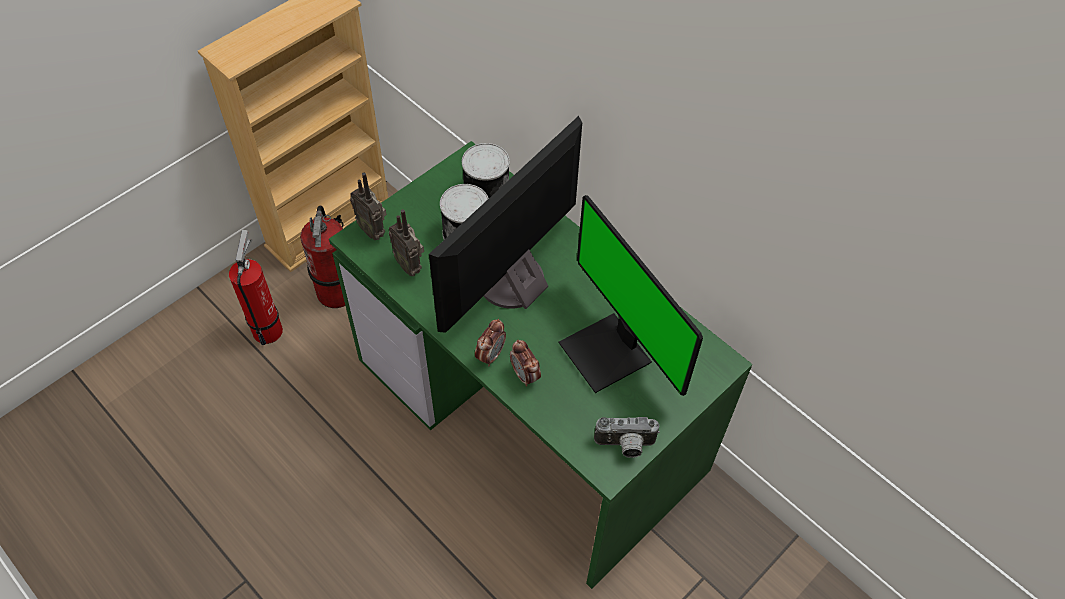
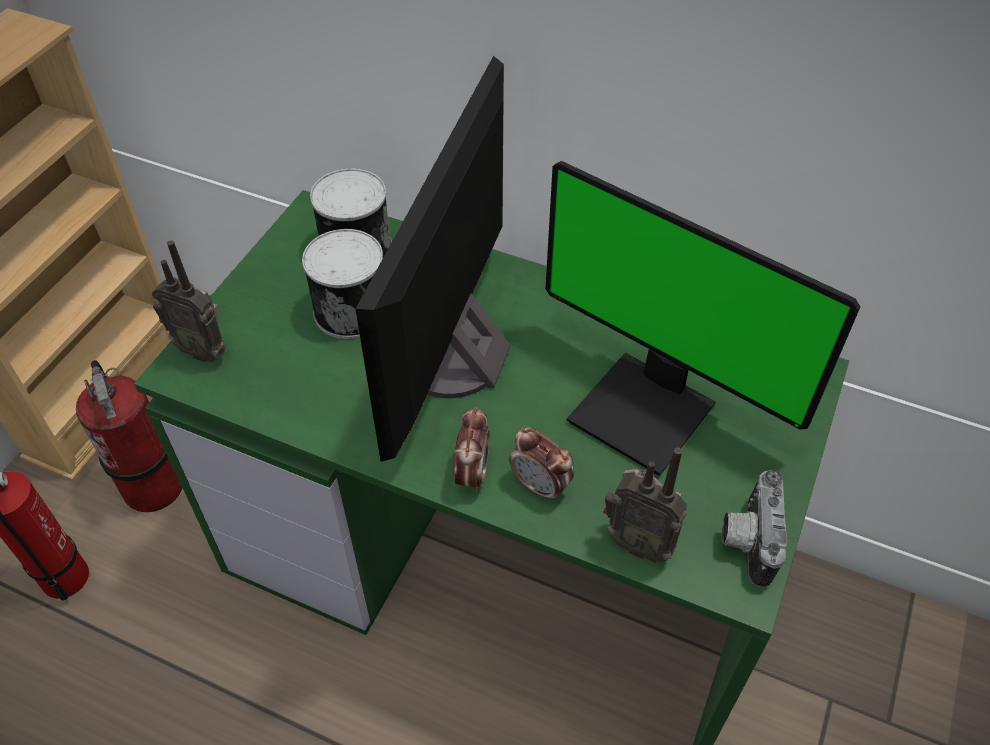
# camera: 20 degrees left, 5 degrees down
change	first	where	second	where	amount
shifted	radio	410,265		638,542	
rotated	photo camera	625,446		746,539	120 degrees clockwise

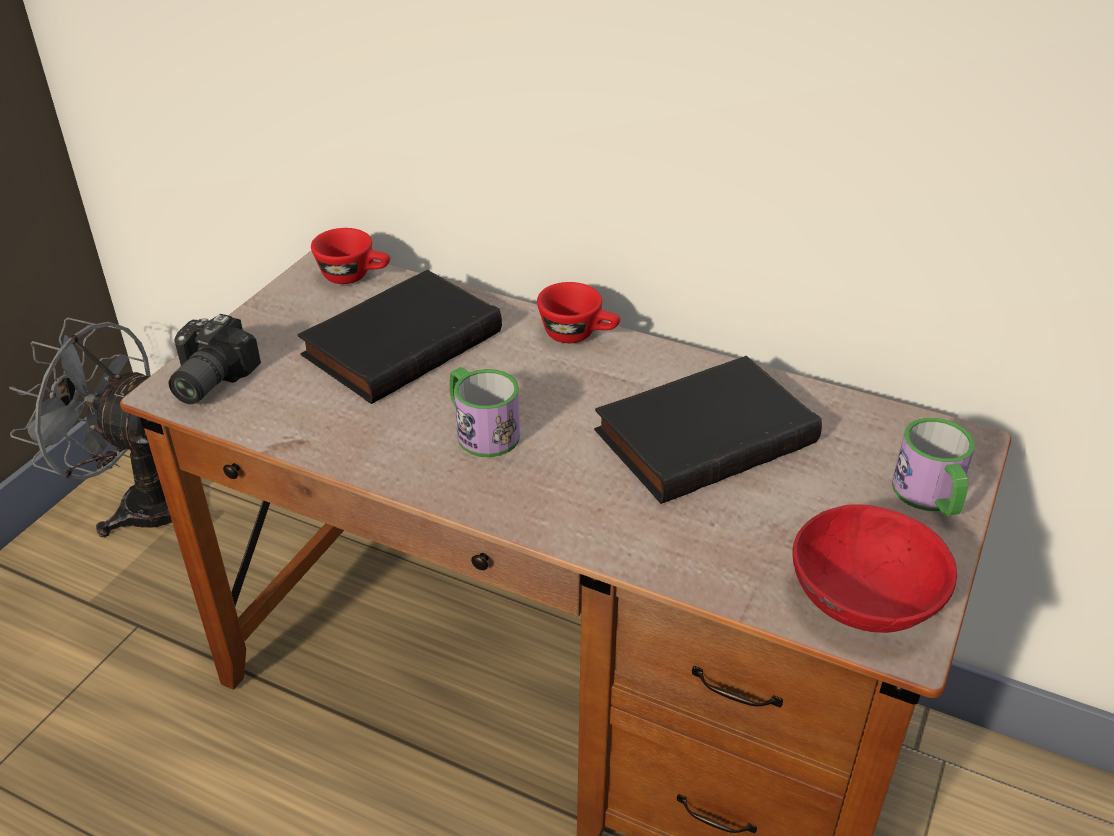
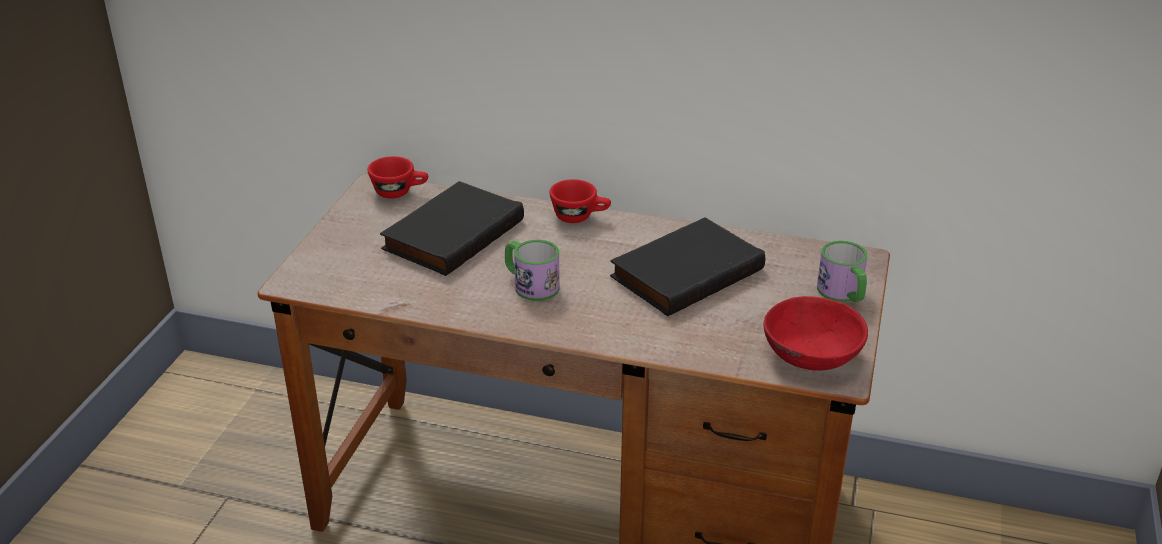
# camera: 10 degrees left, 5 degrees down
change	first	where	second	where	amount
gone	photo camera	206,380			
gone	fan in grey	141,504			

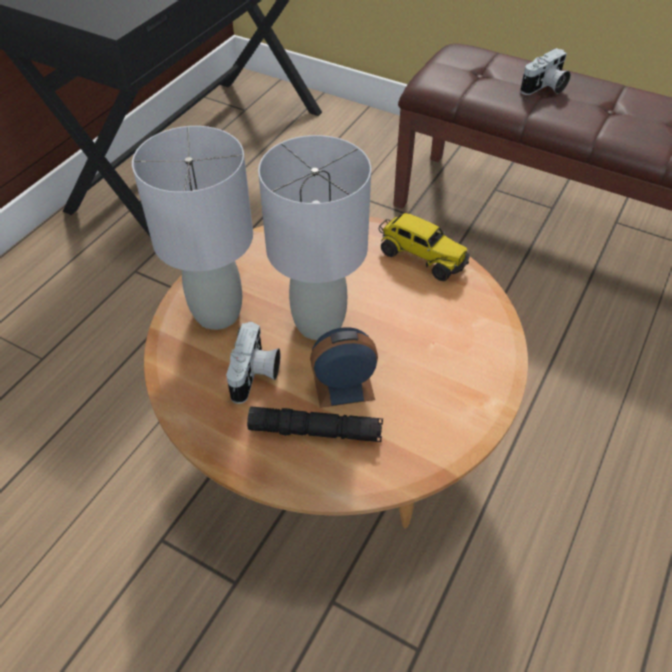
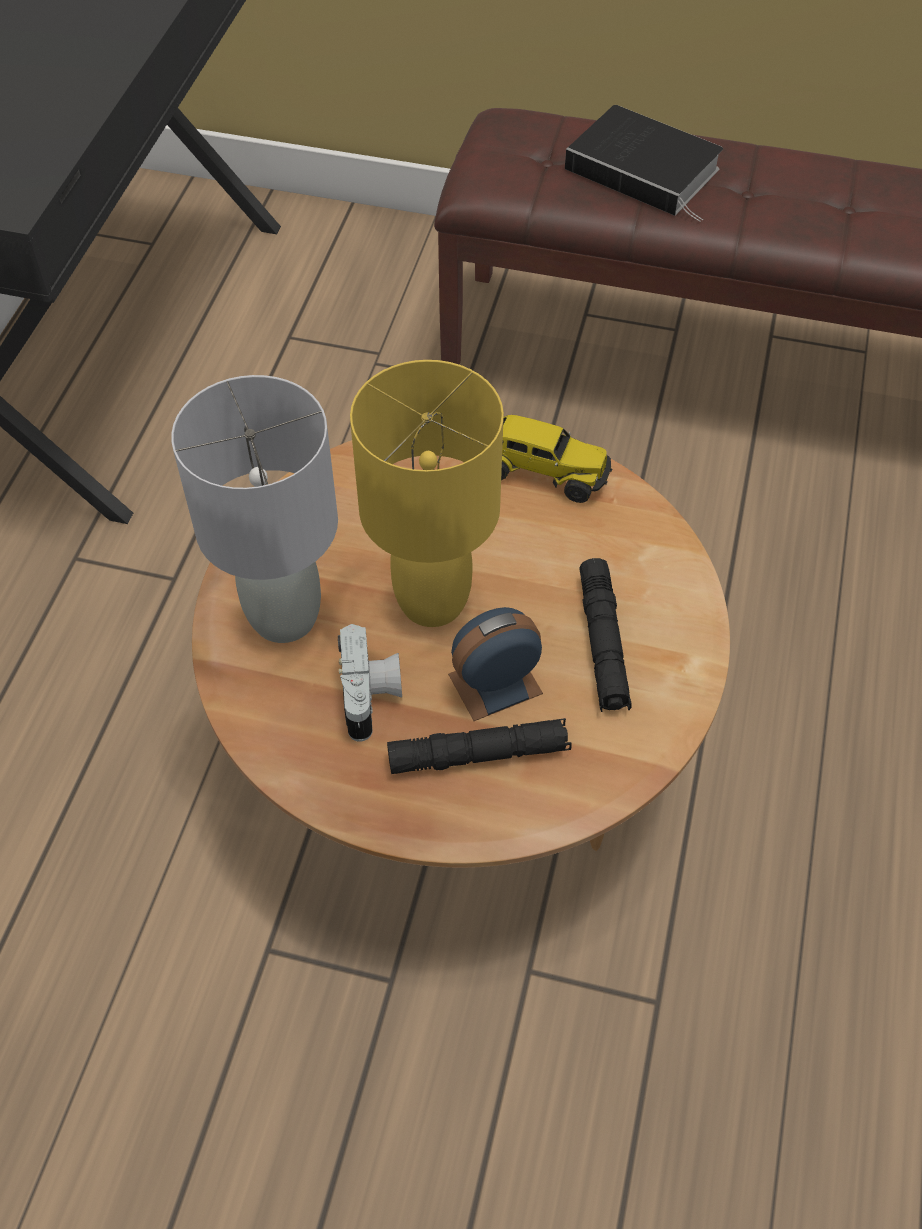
# camera: 15 degrees left, 5 degrees up
change	first	where	second	where	amount
swapped	photo camera	545,88	book	647,170	
repainted	table lamp in grey	318,324	table lamp in yellow	432,603	
new			flashlight in black	602,643	

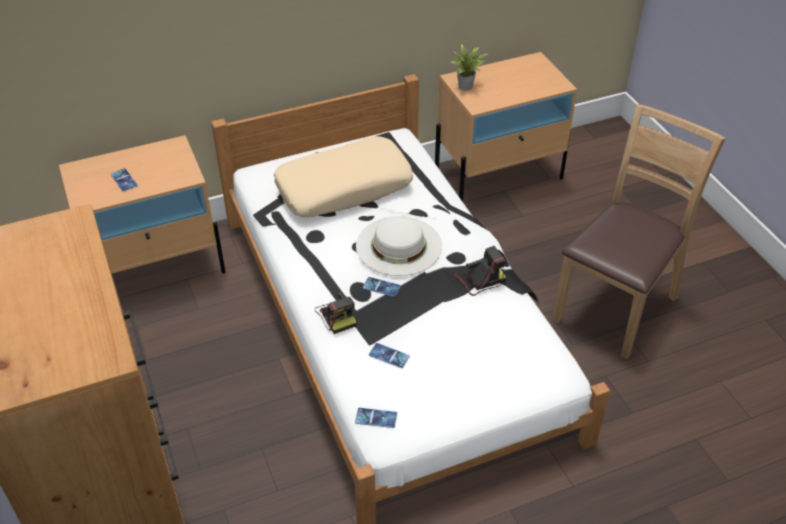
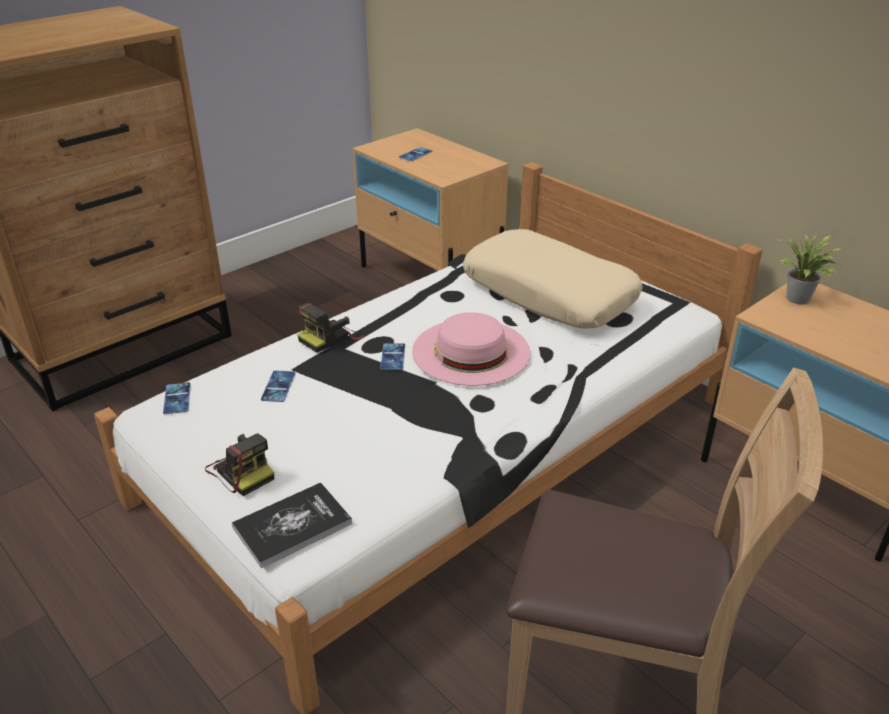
# camera: 70 degrees right, 10 degrees down
change	first	where	second	where	amount
repainted	hat in white	399,245	hat in pink	471,351	
shifted	photo camera	480,280		241,471	
new			book	292,525	

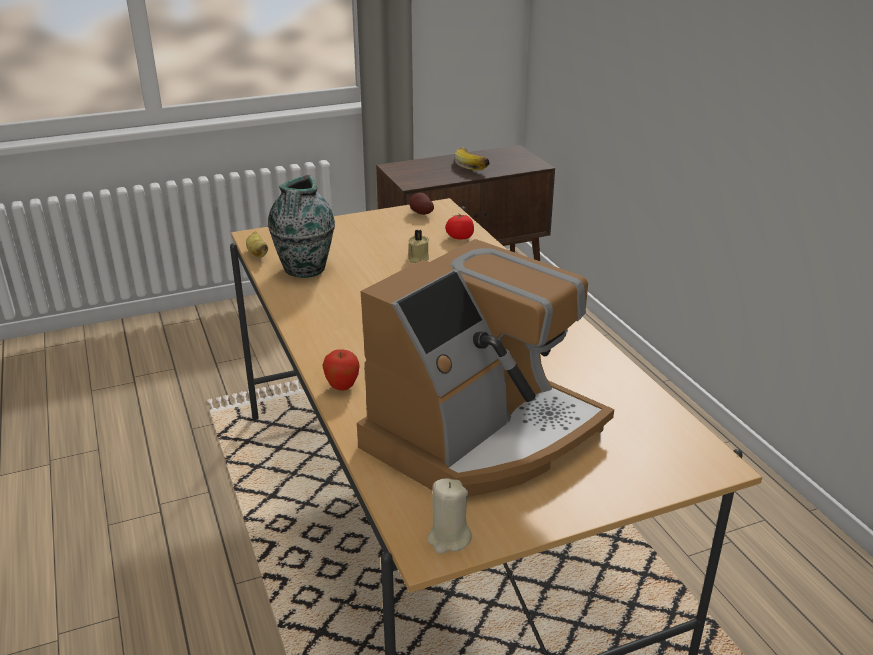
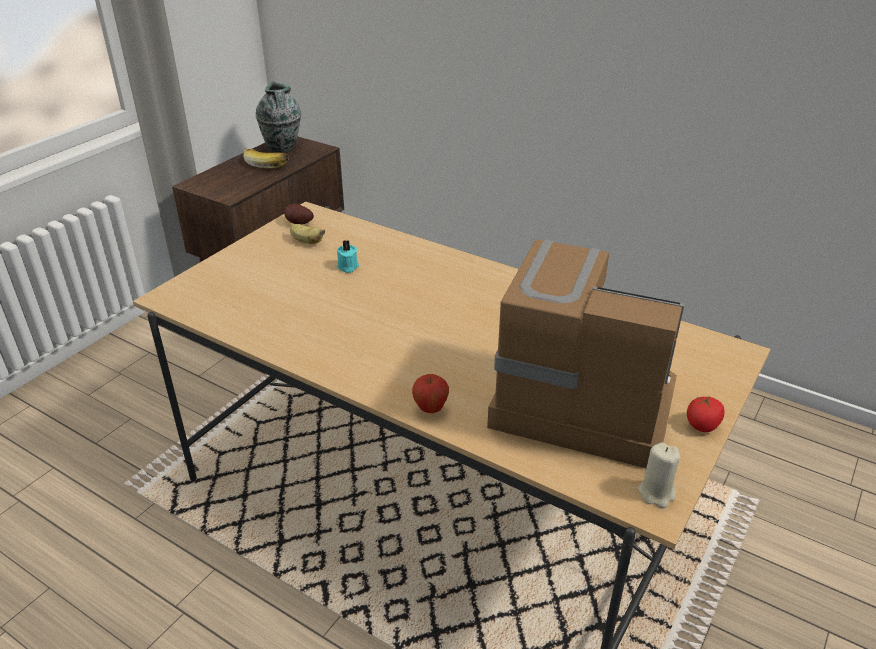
# camera: 35 degrees left, 5 degrees up
change	first	where	second	where	amount
shifted	vase	304,270		282,148	
shifted	tomato	460,237		702,425	
repainted	candle in beige	417,258	candle in turquoise	347,267	
shifted	banana	257,254		306,241	
rotated	coffee machine	482,435		581,400	75 degrees counterclockwise

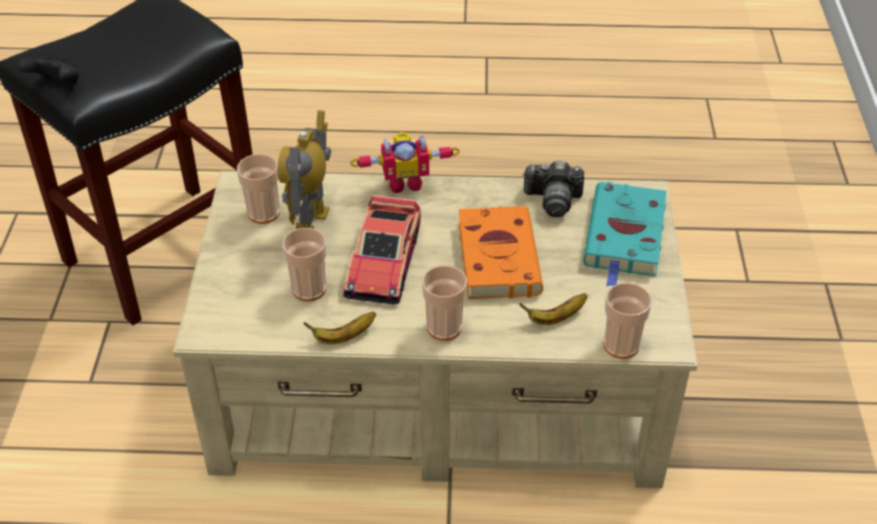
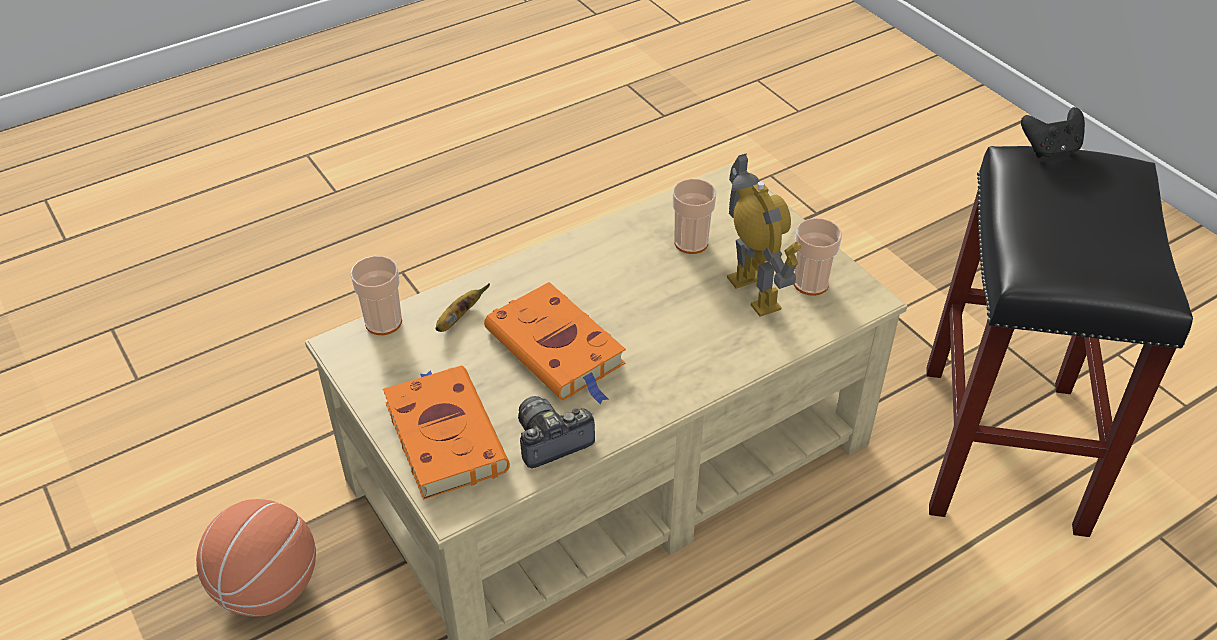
# camera: 145 degrees right, 0 degrees up
change	first	where	second	where	amount
gone	toy robot	405,182			
repainted	book in turquoise	625,237	book in orange	443,434	
gone	toy car	383,262			
gone	cup	444,327			
gone	banana	343,337			
new			basketball	267,588	

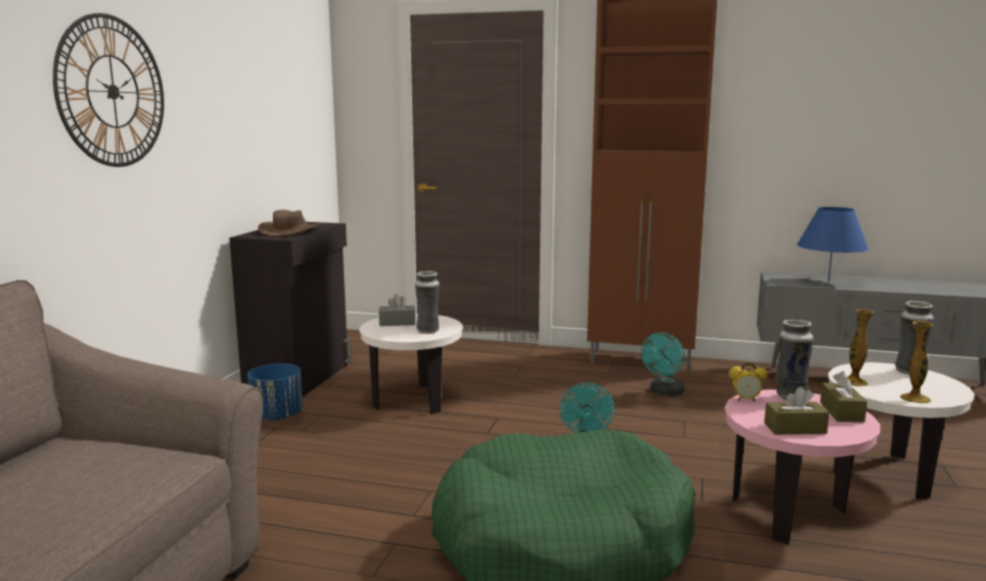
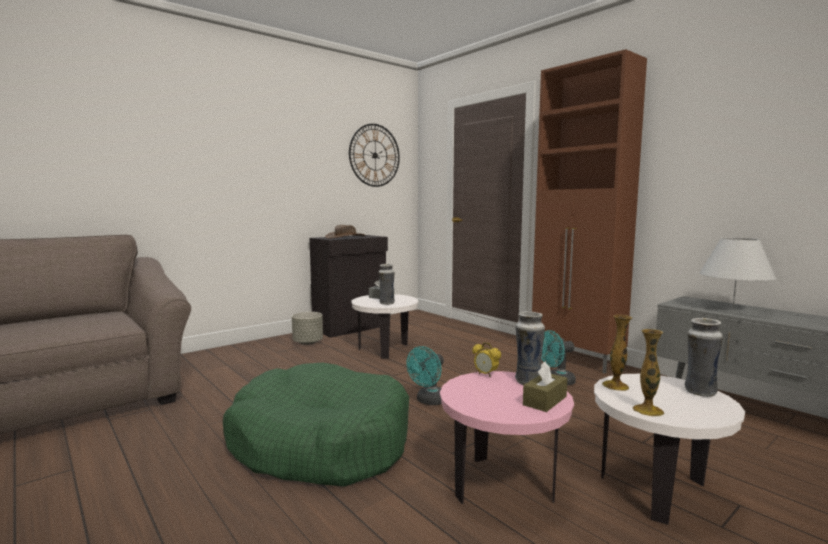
# camera: 35 degrees right, 5 degrees down
change	first	where	second	where	amount
shifted	wall clock	112,91		375,155	
repainted	table lamp in blue	828,281	table lamp in white	732,309	
repainted	planter in blue	277,417	planter in grey	308,342	
gone	tissue box in brown	795,428			

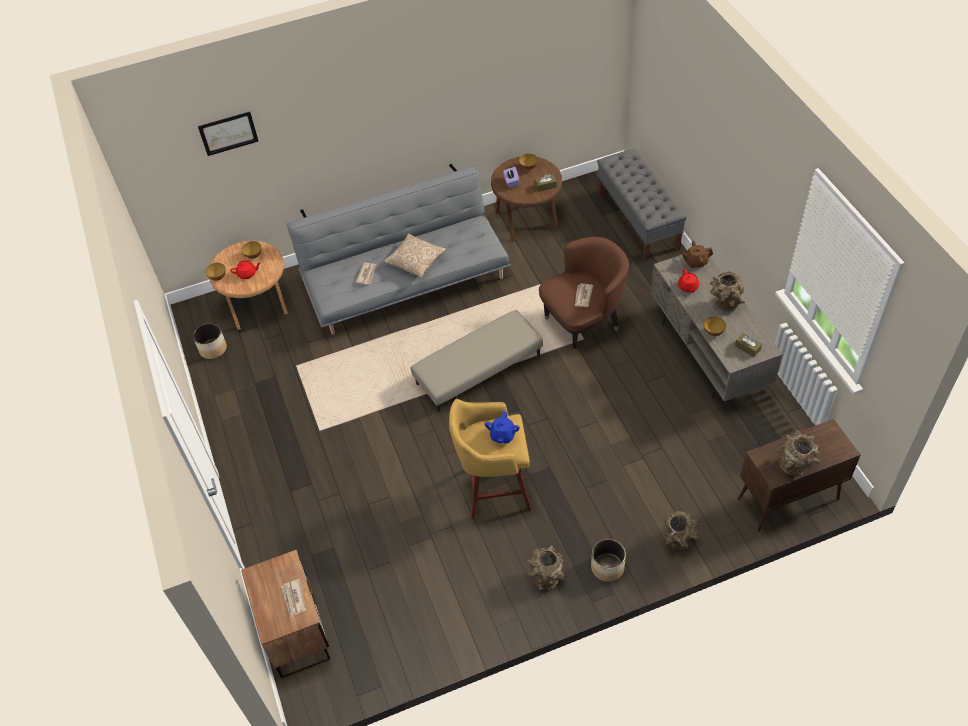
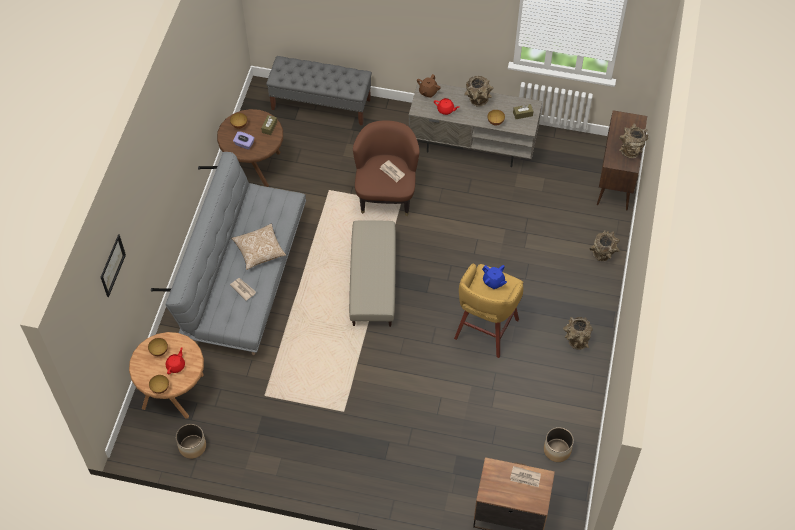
# camera: 60 degrees left, 5 degrees up
change	first	where	second	where	amount
shifted	planter	607,567		556,450	

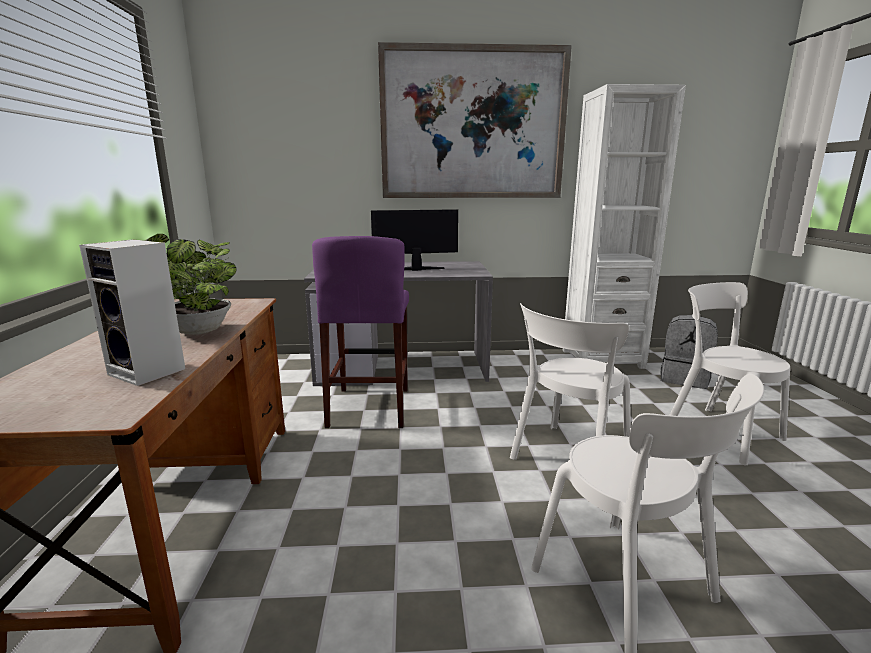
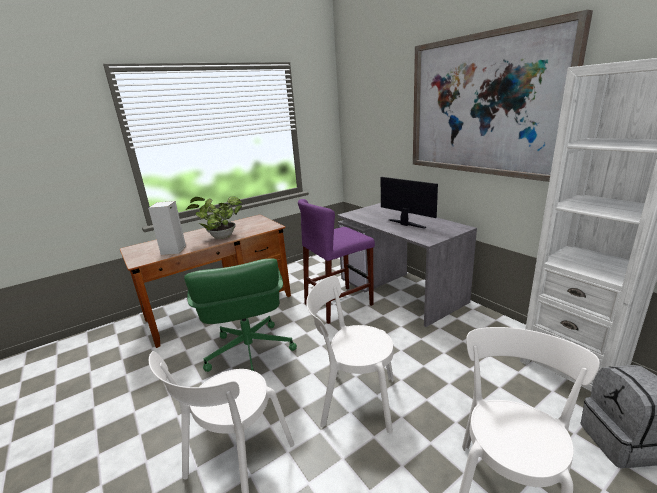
# camera: 60 degrees right, 5 degrees up
change	first	where	second	where	amount
new			office chair in green	249,353	

